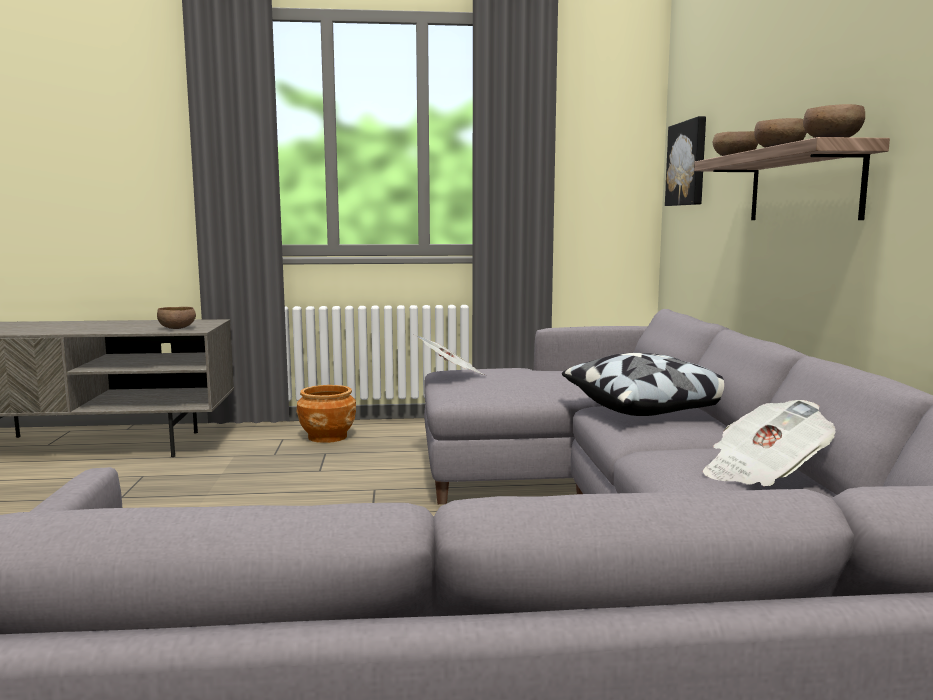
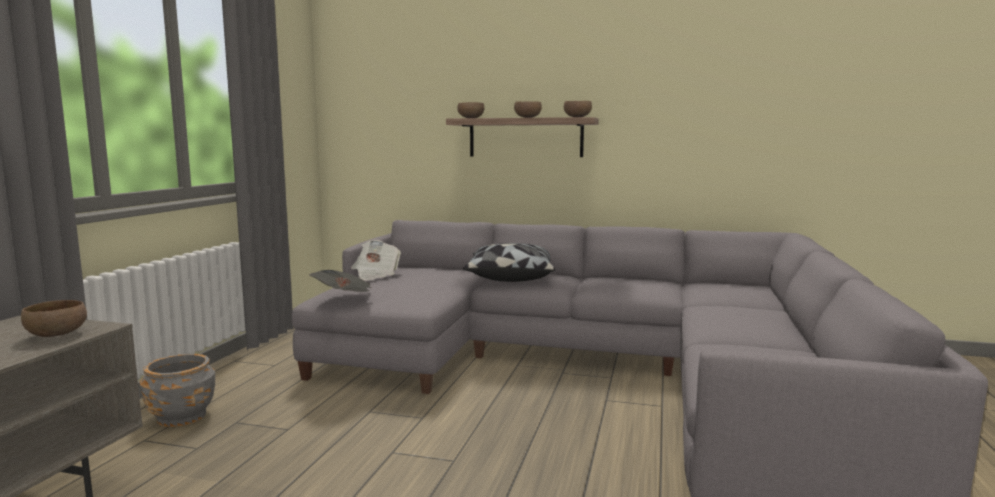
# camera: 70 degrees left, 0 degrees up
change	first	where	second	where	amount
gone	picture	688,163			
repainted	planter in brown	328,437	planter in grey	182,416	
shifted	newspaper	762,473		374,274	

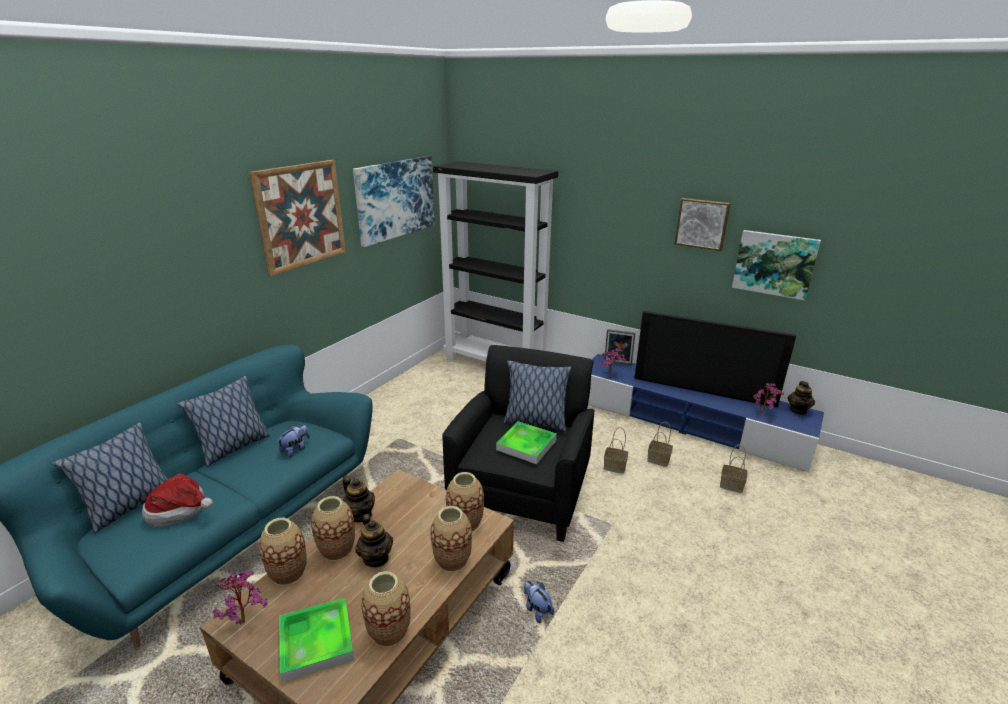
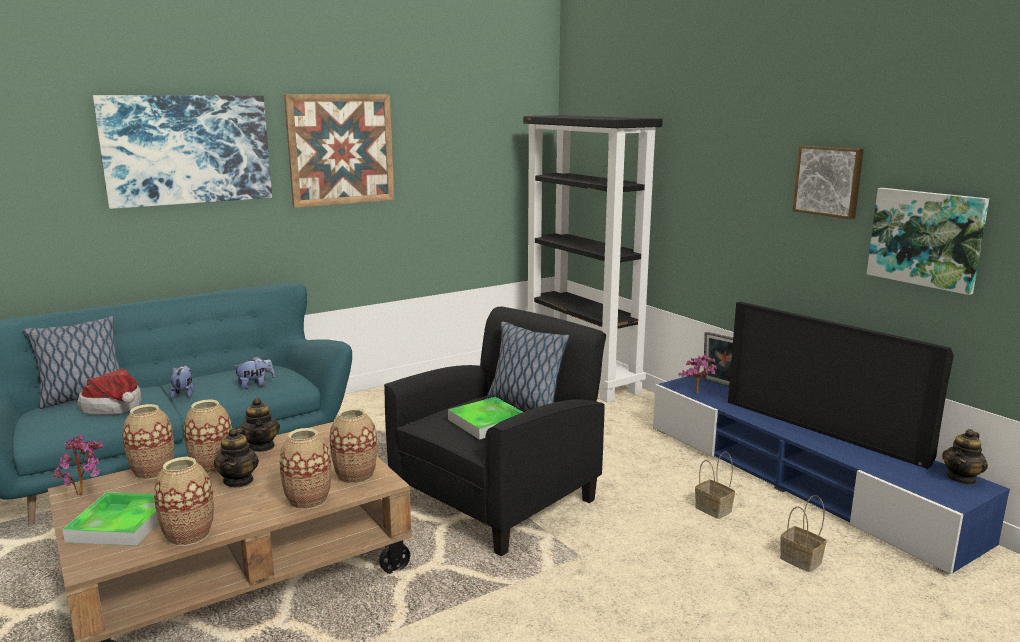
# camera: 25 degrees right, 10 degrees down
change	first	where	second	where	amount
shifted	picture	395,199		187,149	
gone	pillow	233,448			
gone	potted plant	763,413			
gone	basket	615,466			
shifted	plush toy	537,610		184,394	

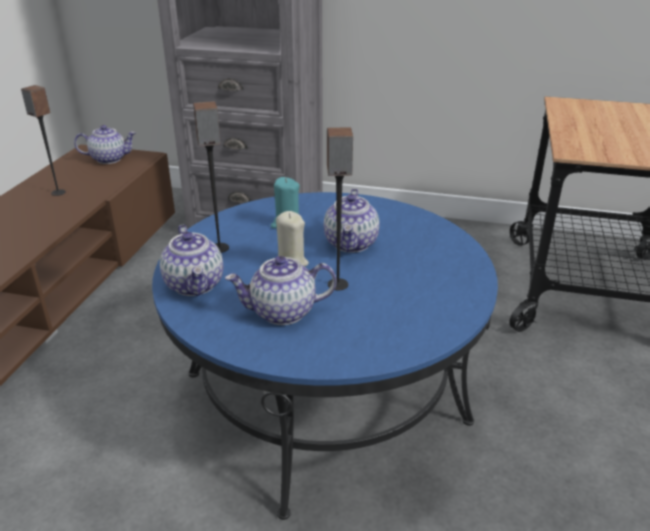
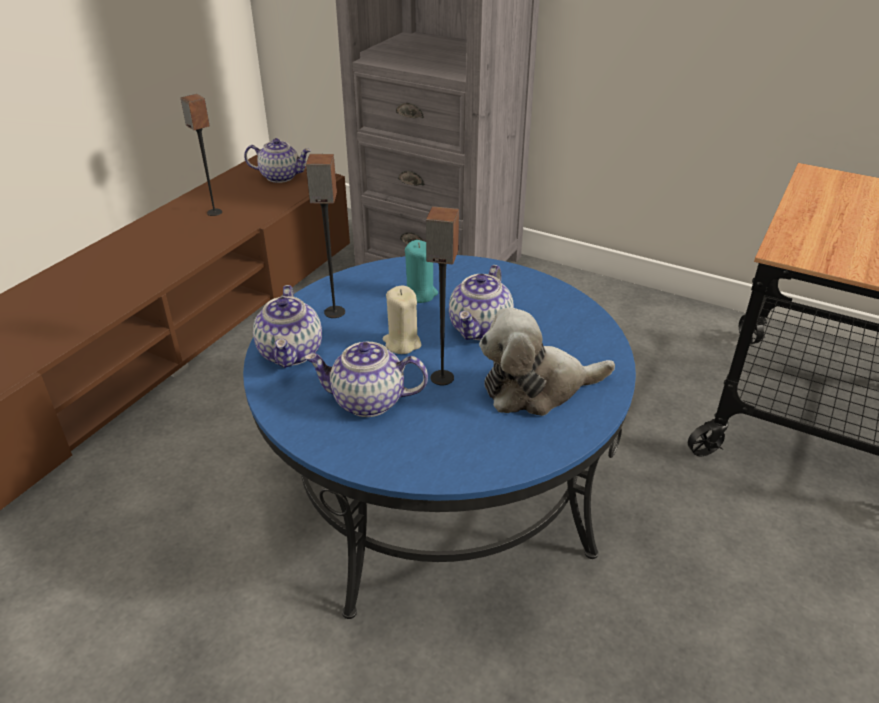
# camera: 15 degrees right, 5 degrees up
change	first	where	second	where	amount
new			plush toy	537,388	

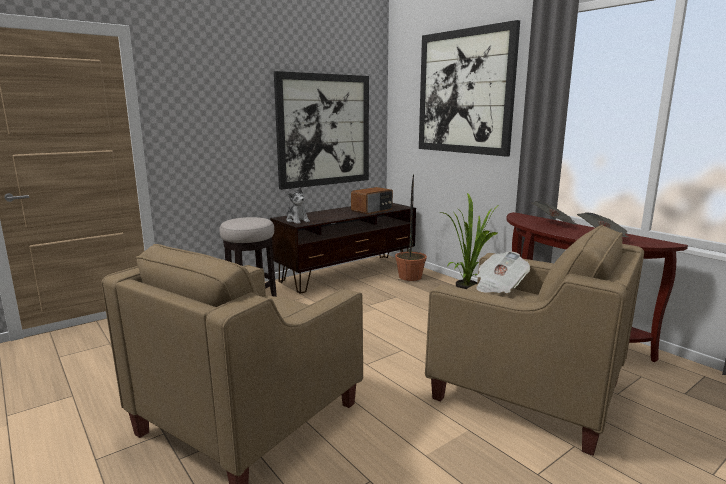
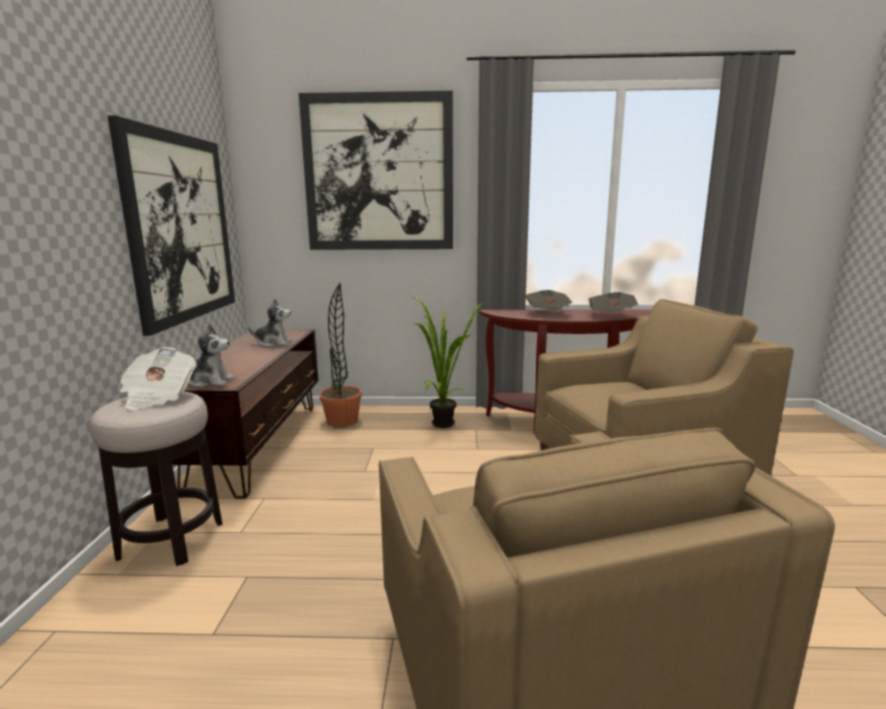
# camera: 50 degrees left, 0 degrees up
change	first	where	second	where	amount
swapped	radio	372,210	plush toy	273,343	
shifted	newspaper	499,286		158,396	

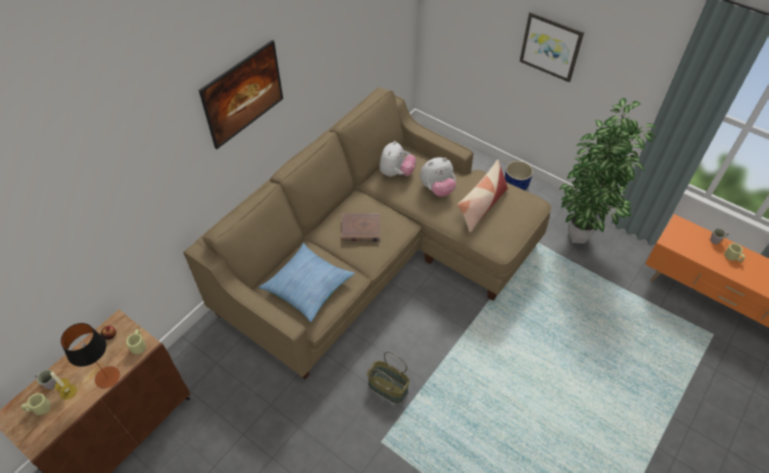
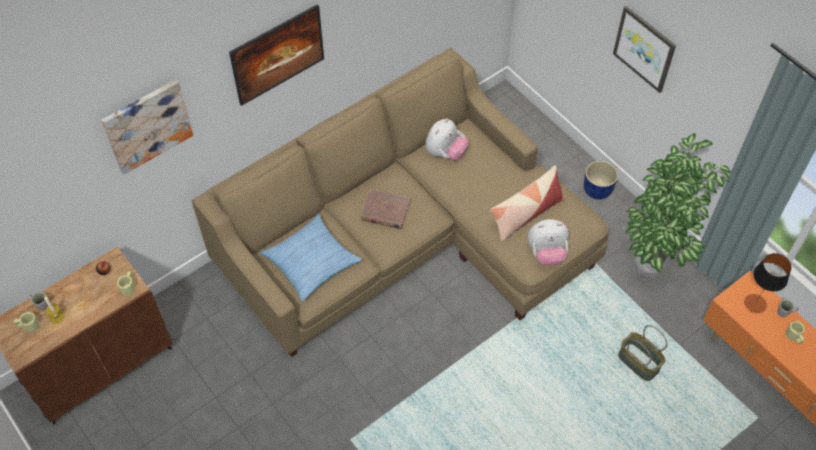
# camera: 15 degrees right, 5 degrees up
change	first	where	second	where	amount
shifted	plush toy	437,189		546,253	
shifted	table lamp	107,377		755,303	
shifted	basket	387,388		638,362	
new			picture	147,125	

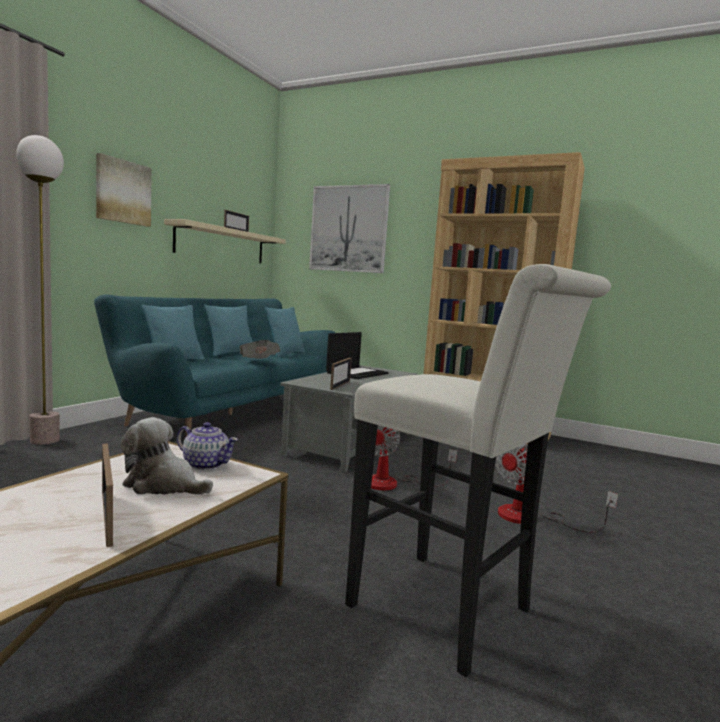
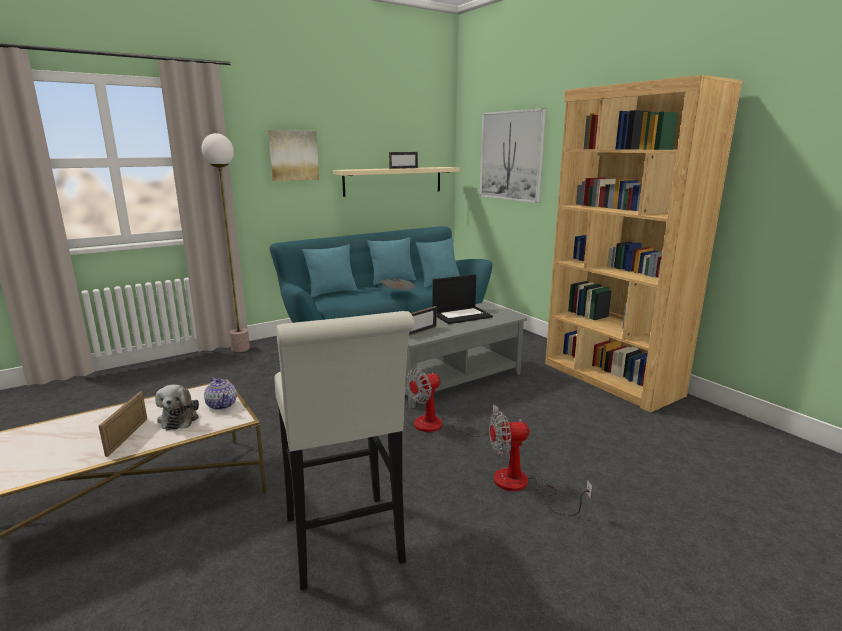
# camera: 30 degrees right, 10 degrees up
change	first	where	second	where	amount
rotated	plush toy	163,485		179,418	150 degrees counterclockwise

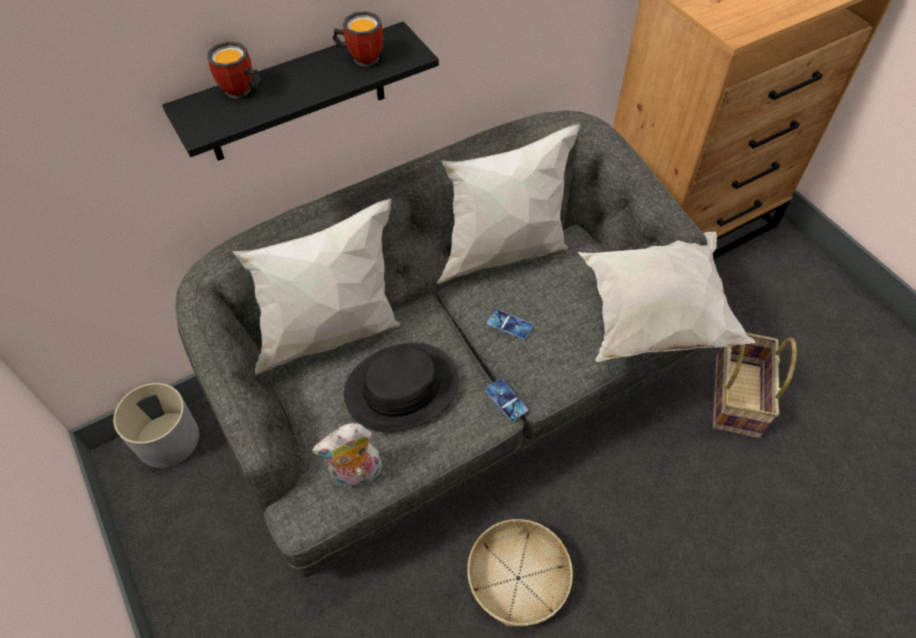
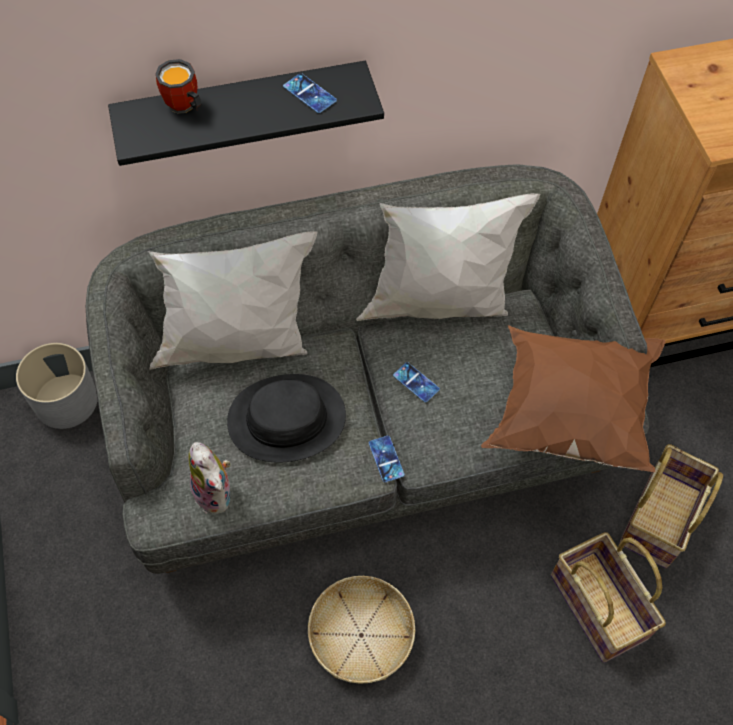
# camera: 15 degrees right, 5 degrees up
change	first	where	second	where	amount
swapped	mug	361,57	phone	309,93	
repainted	pillow in white	653,317	pillow in brown	568,414	
rotated	plush toy	356,475		216,493	120 degrees counterclockwise
new			basket	599,606	

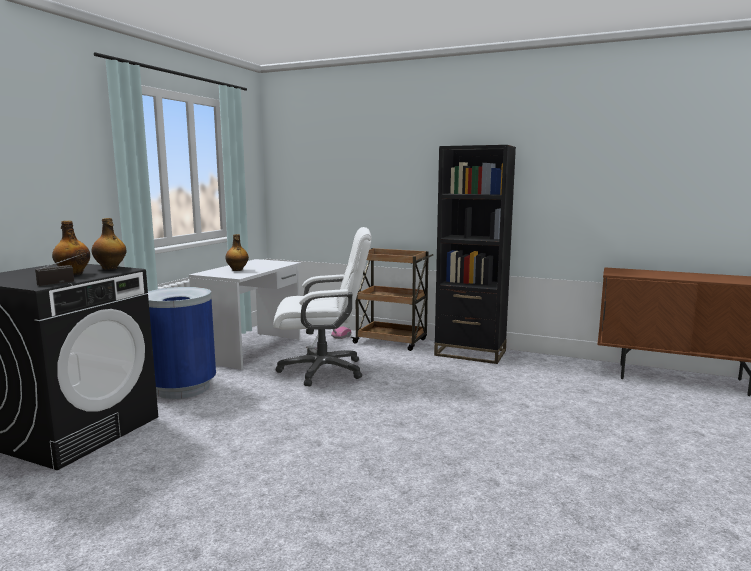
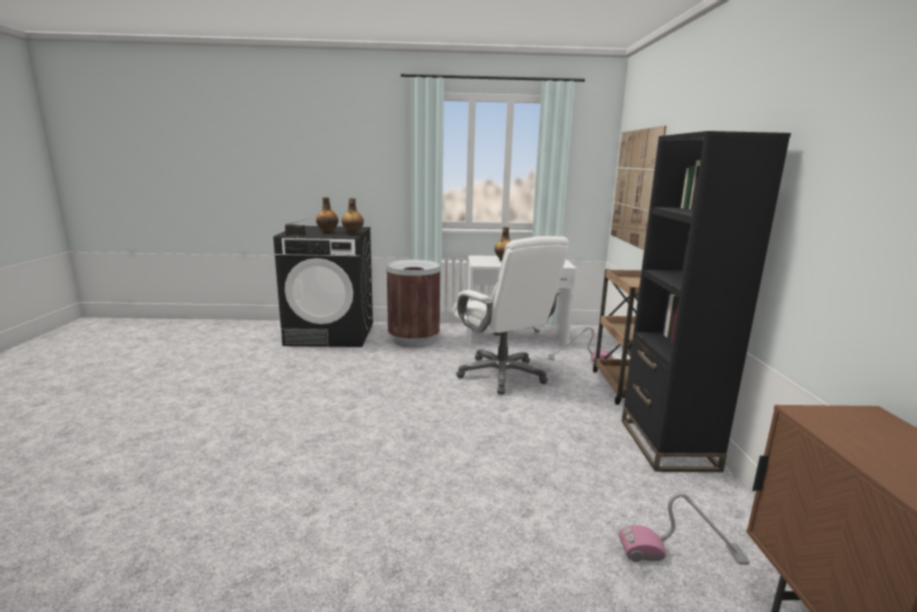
# camera: 65 degrees right, 5 degrees up
change	first	where	second	where	amount
repainted	trash can in blue	183,388	trash can in brown	413,340	
new			picture	636,187	
new			vacuum cleaner	682,553	

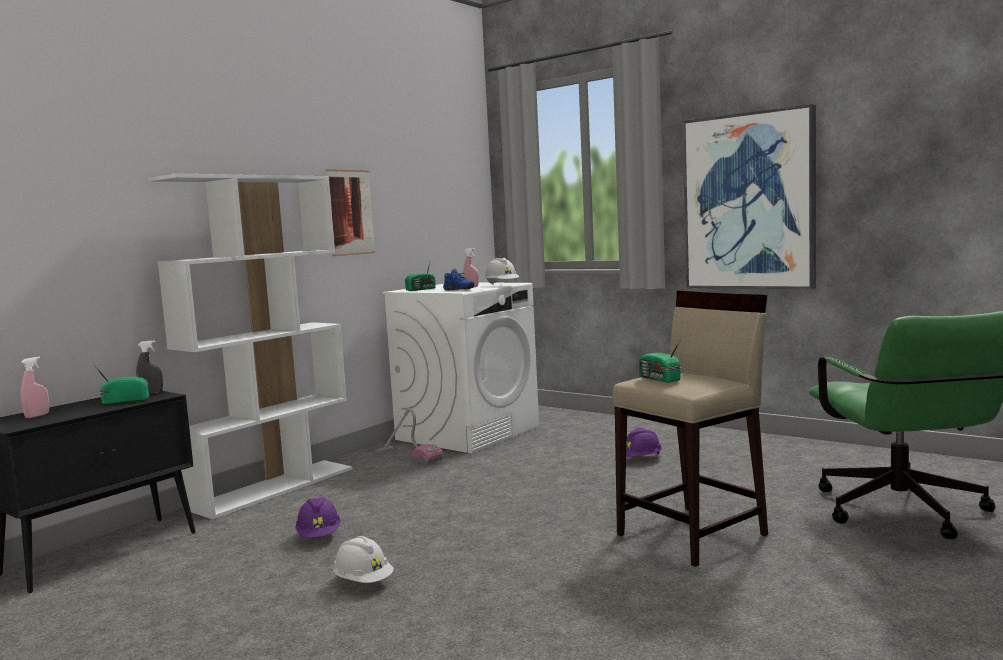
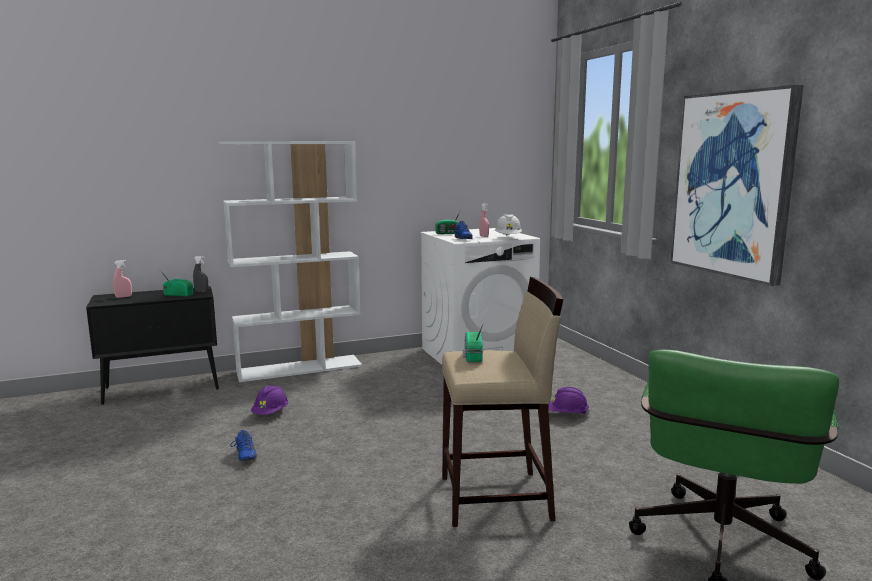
# camera: 30 degrees right, 5 degrees up
change	first	where	second	where	amount
gone	picture	350,212			
gone	vacuum cleaner	408,456			
swapped	hard hat in white	363,581	shoe in blue	244,456	

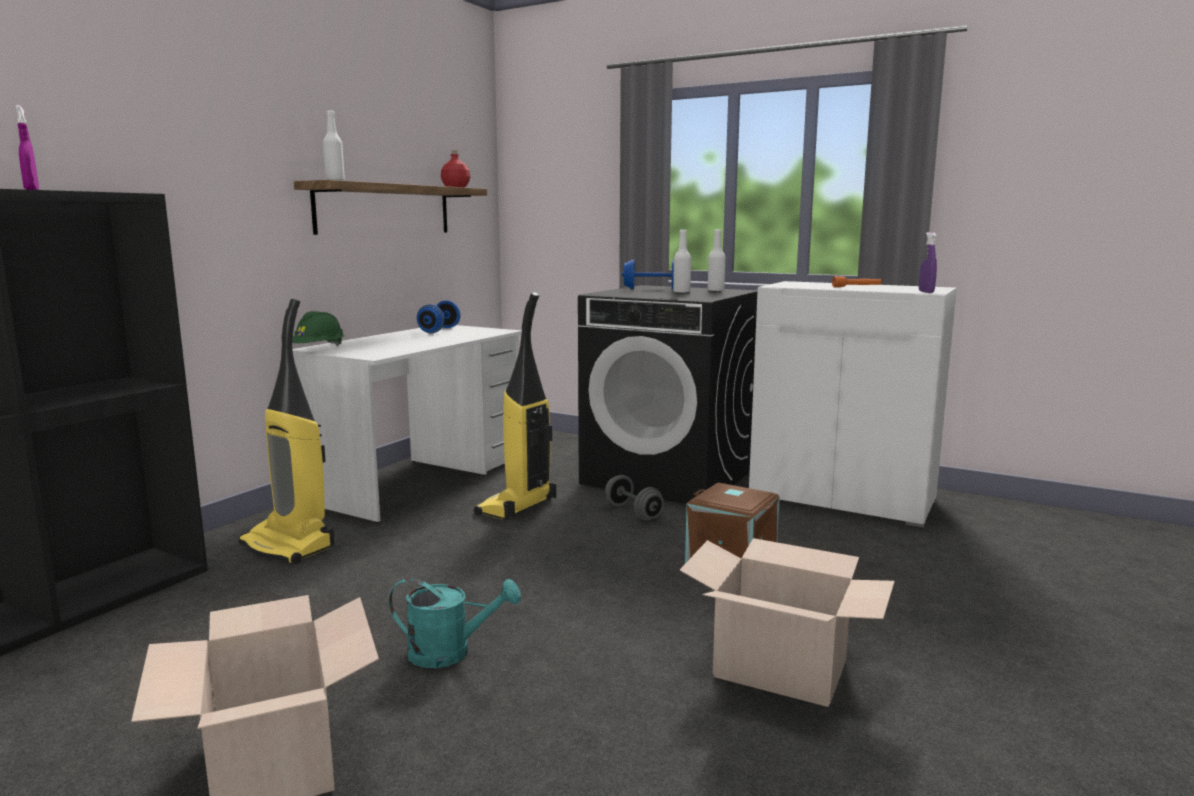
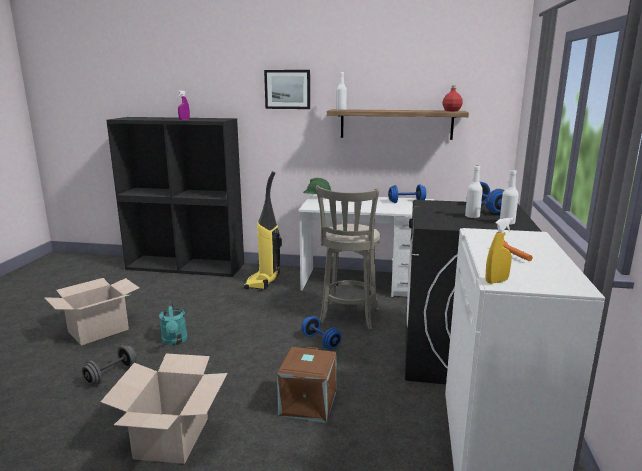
# camera: 70 degrees right, 5 degrees up
change	first	where	second	where	amount
repainted	spray bottle in purple	926,292	spray bottle in yellow	496,281	
swapped	vacuum cleaner	517,507	stool in grey	348,317	
shifted	dumbbell in grey	633,512		111,375	
new			picture	287,89	
new			dumbbell in blue	321,342	

